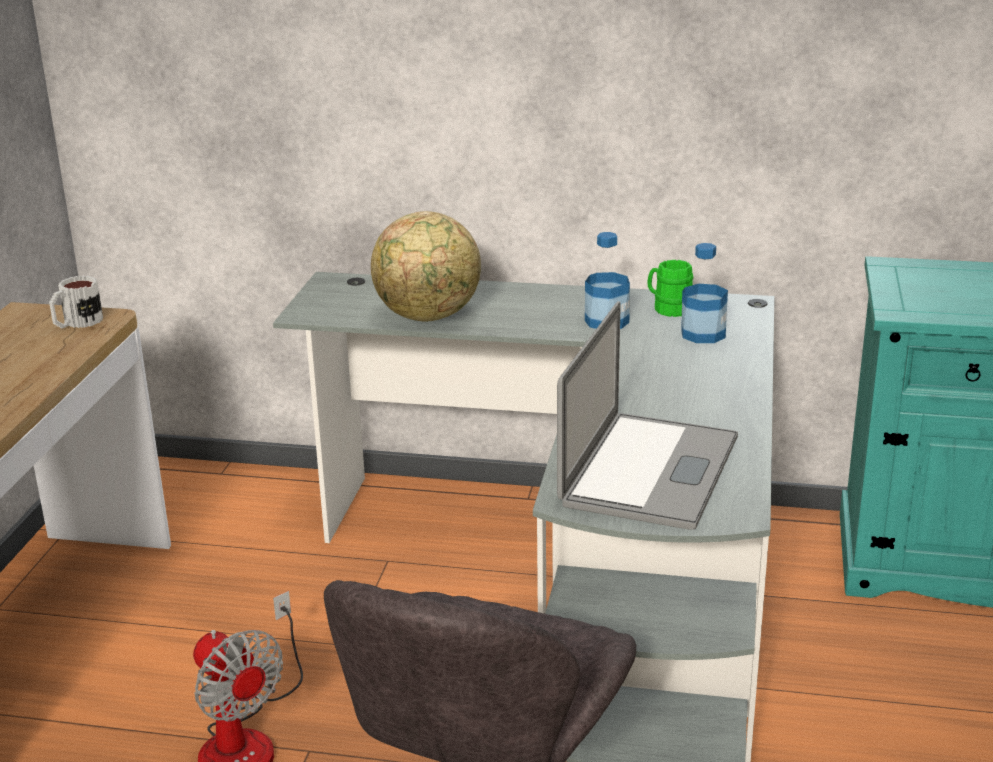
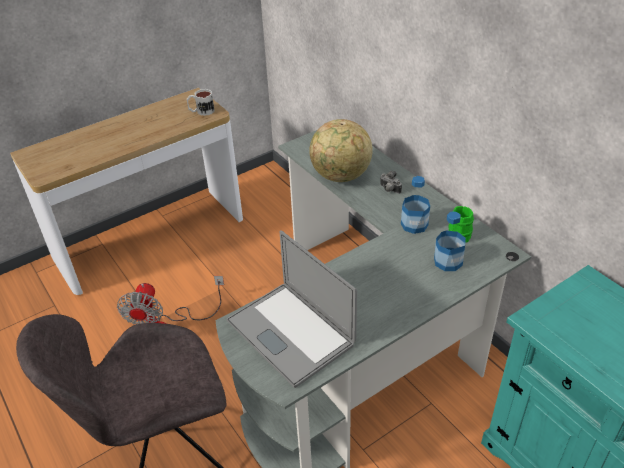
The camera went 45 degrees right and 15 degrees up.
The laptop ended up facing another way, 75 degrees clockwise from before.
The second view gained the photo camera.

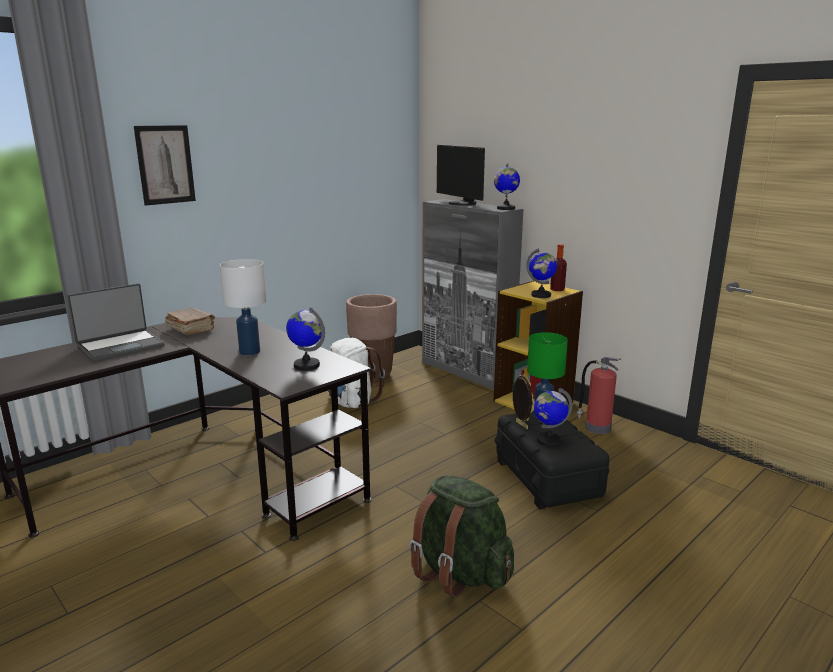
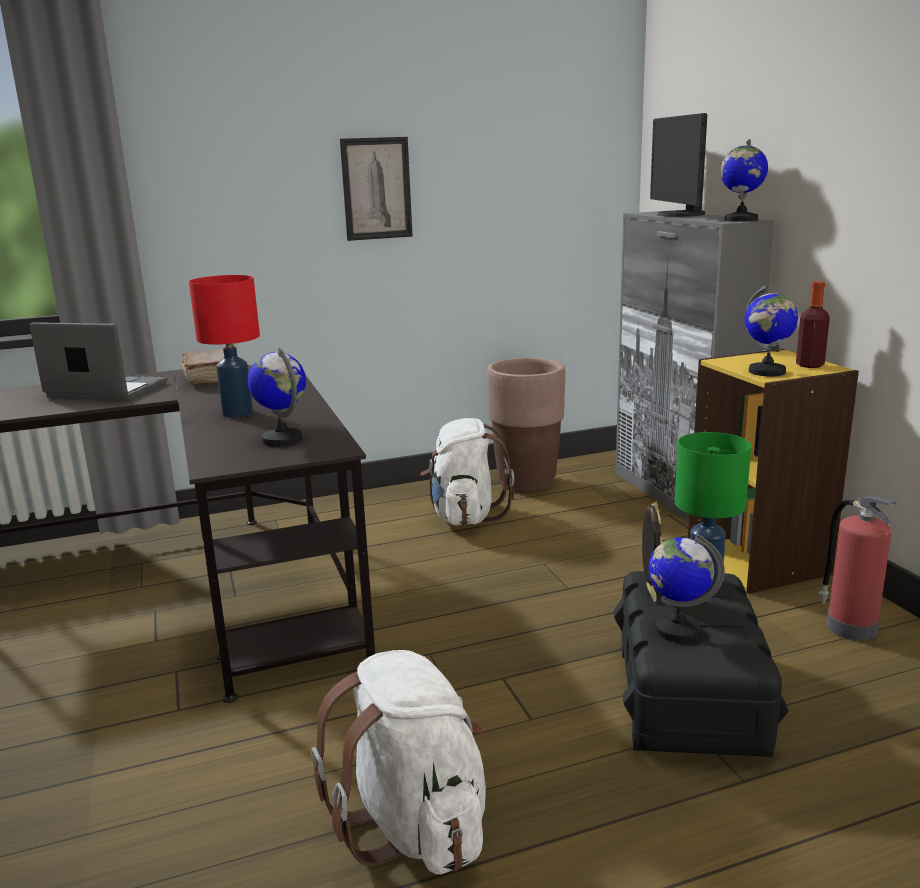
The camera went 25 degrees right and 0 degrees up.
The picture ended up elsewhere.
What was the white table lamp turned into the red table lamp.
The laptop ended up facing another way, 150 degrees counterclockwise from before.
What was the green backpack turned into the white backpack (no. 1 from left).

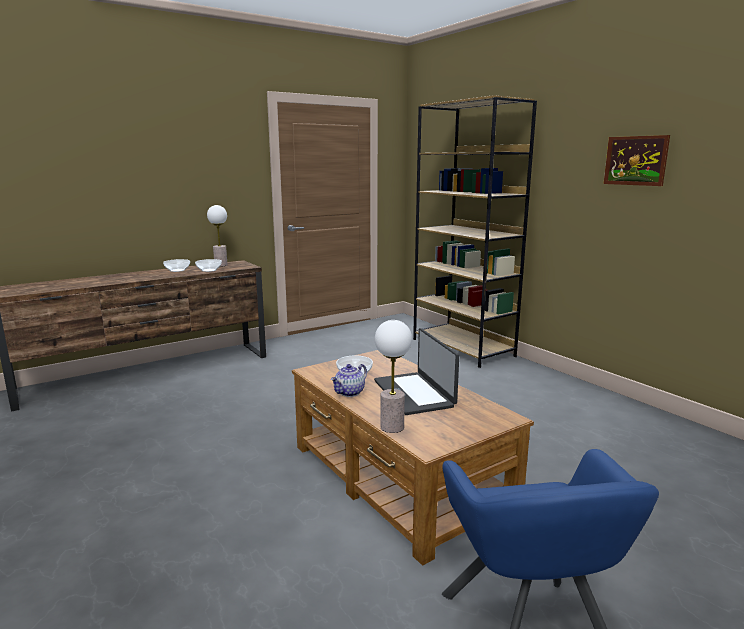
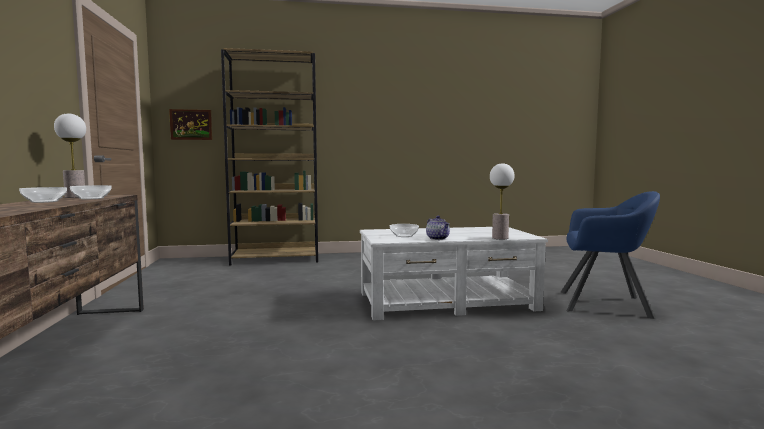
The camera went 65 degrees left and 10 degrees down.
The picture ended up elsewhere.
The second view lost the laptop.
What was the brown coffee table turned into the white coffee table.

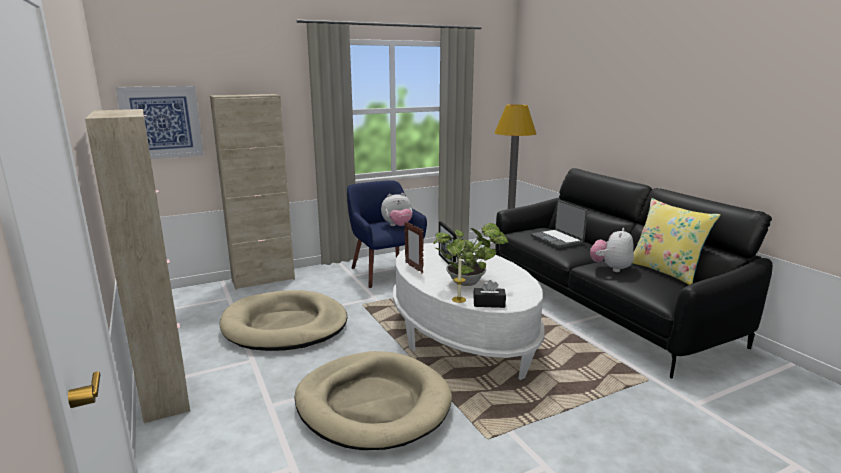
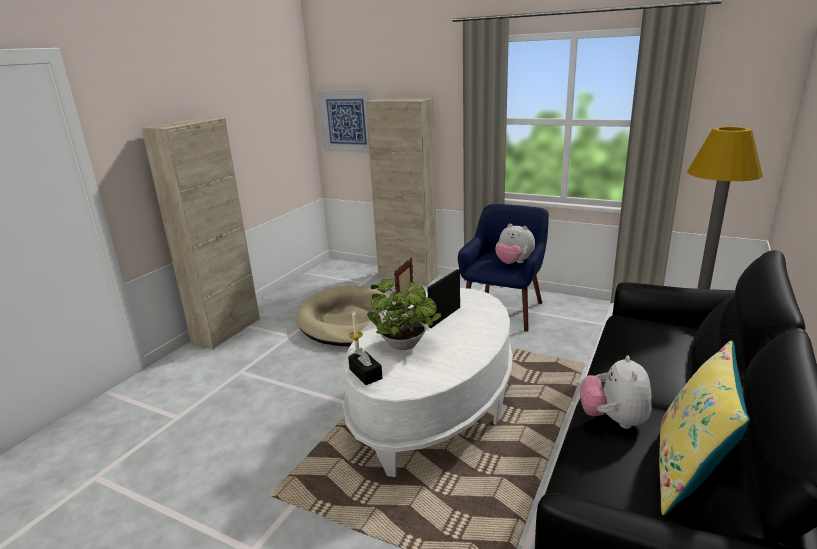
The camera went 55 degrees right and 5 degrees up.
The second view lost the laptop.
The plush toy (no. 2 from left) ended up facing another way, 75 degrees counterclockwise from before.
The second view lost the beige dog bed (no. 2 from left).

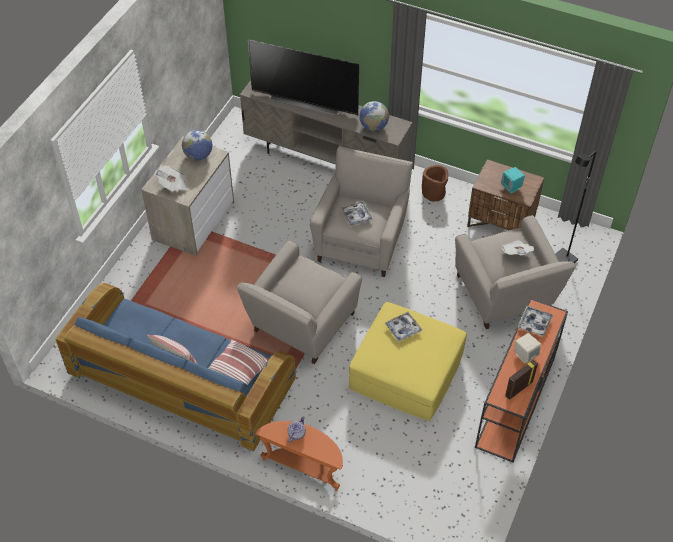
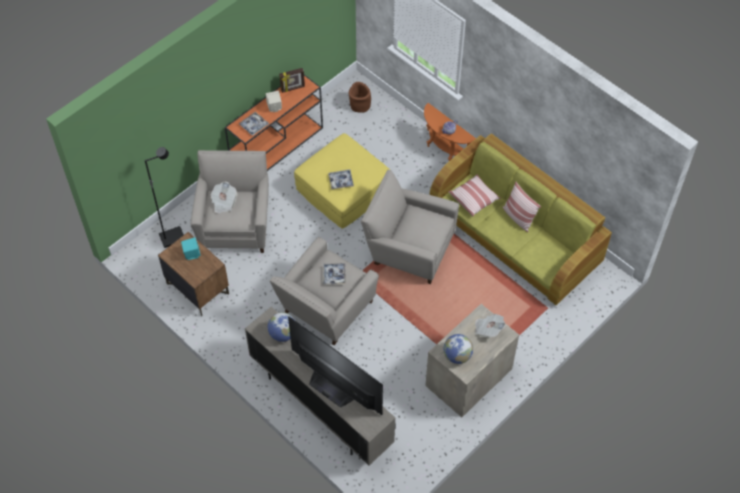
The camera went 160 degrees left and 5 degrees up.
The brown planter ended up elsewhere.
The beige armchair (no. 1 from left in the first image) ended up facing another way, 120 degrees counterclockwise from before.
What was the blue sofa turned into the green sofa.

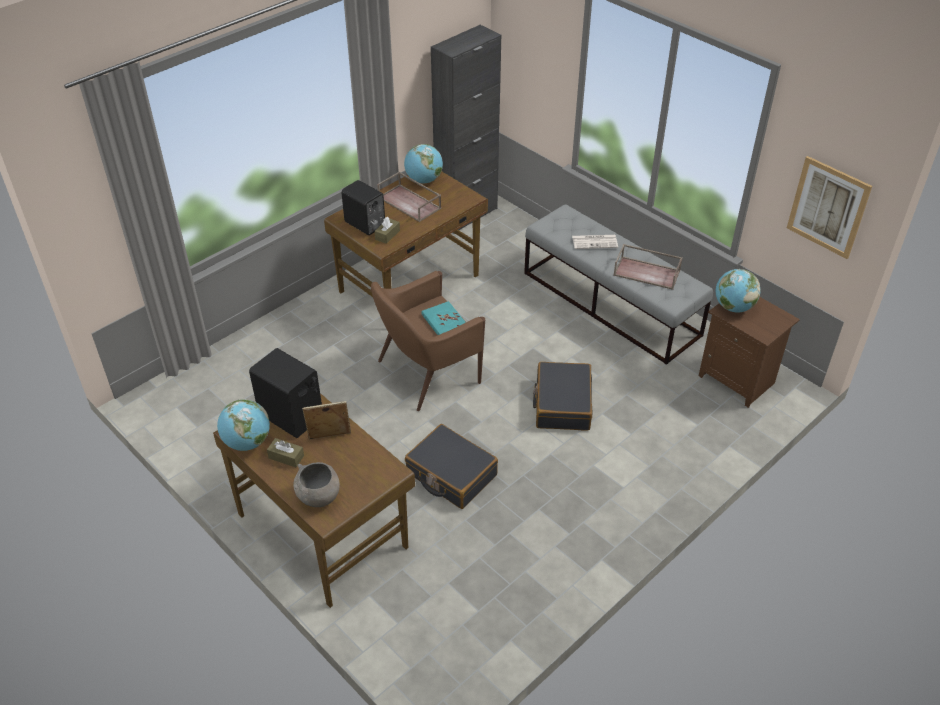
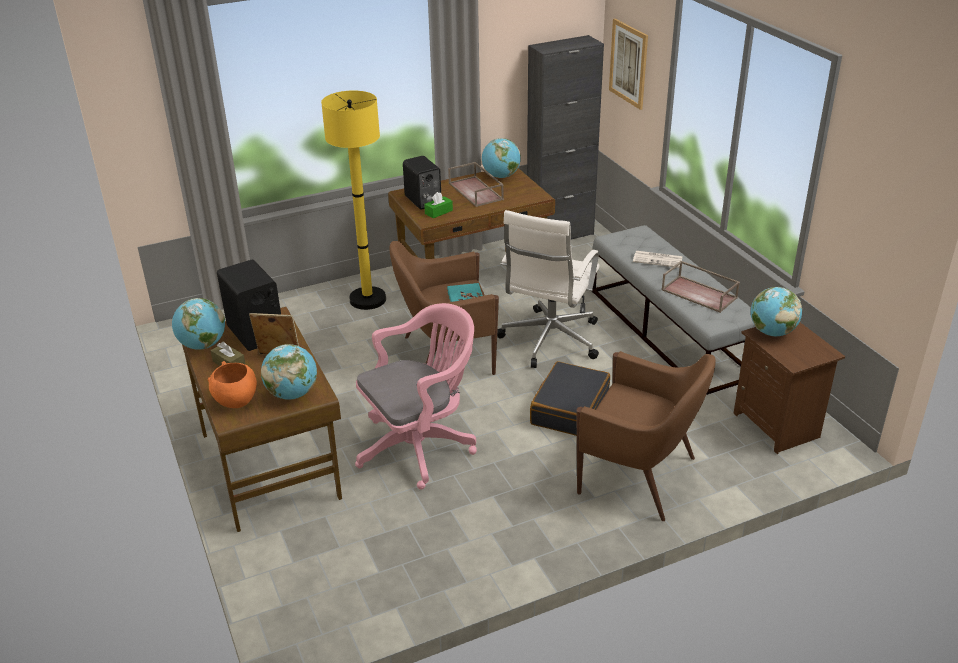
The camera went 20 degrees right and 10 degrees down.
The picture ended up elsewhere.
What was the brown tissue box (no. 2 from left) turned into the green tissue box.
Where the black suitcase (no. 1 from left) stood, the pink office chair came to stand.
What was the grey bowl turned into the orange bowl.
The second view gained the yellow floor lamp.
The second view gained the white office chair.
The second view gained the globe (no. 2 from left).
The second view gained the brown armchair (no. 2 from left).

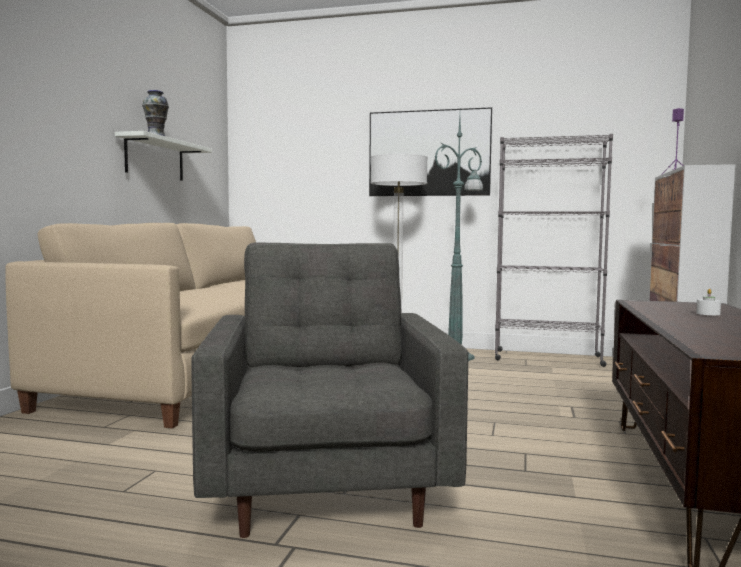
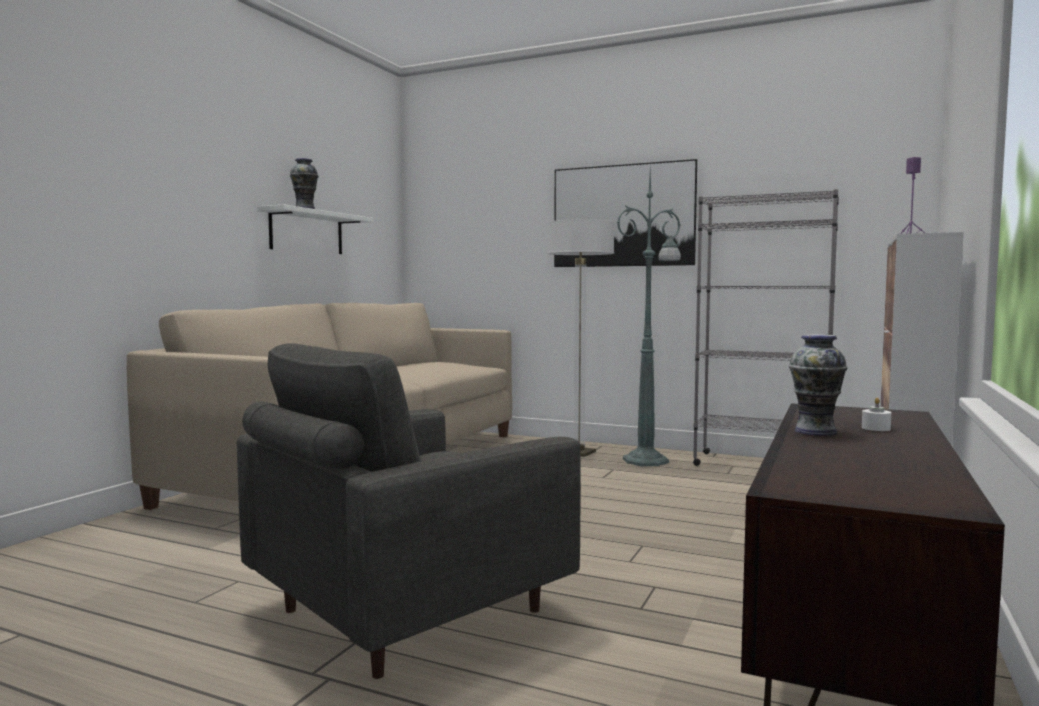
The camera went 10 degrees right and 0 degrees up.
The grey armchair ended up facing another way, 135 degrees counterclockwise from before.
The second view gained the vase (no. 2 from left).

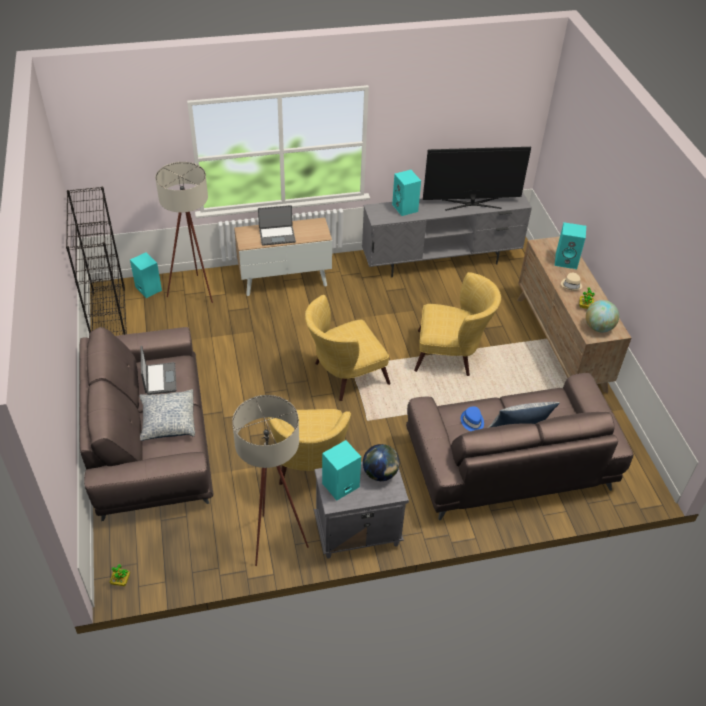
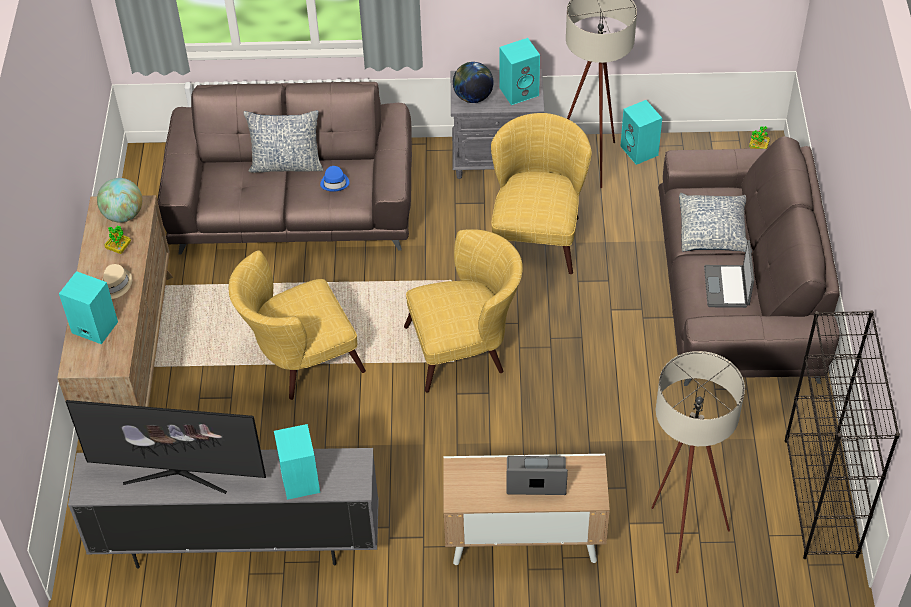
The camera went 165 degrees left and 5 degrees up.
The turquoise speaker (no. 1 from left in the first image) ended up elsewhere.
The yellow armchair (no. 3 from left in the first image) ended up facing another way, 45 degrees counterclockwise from before.

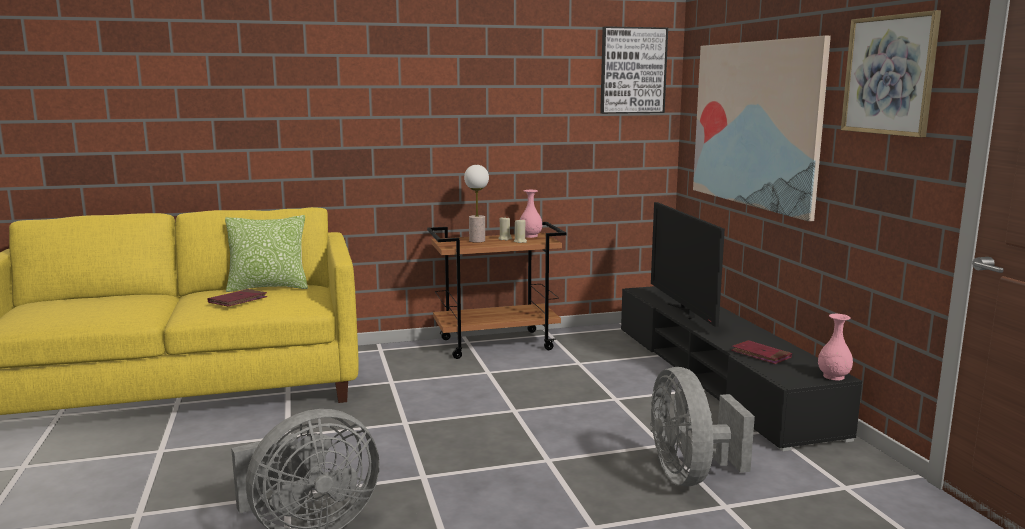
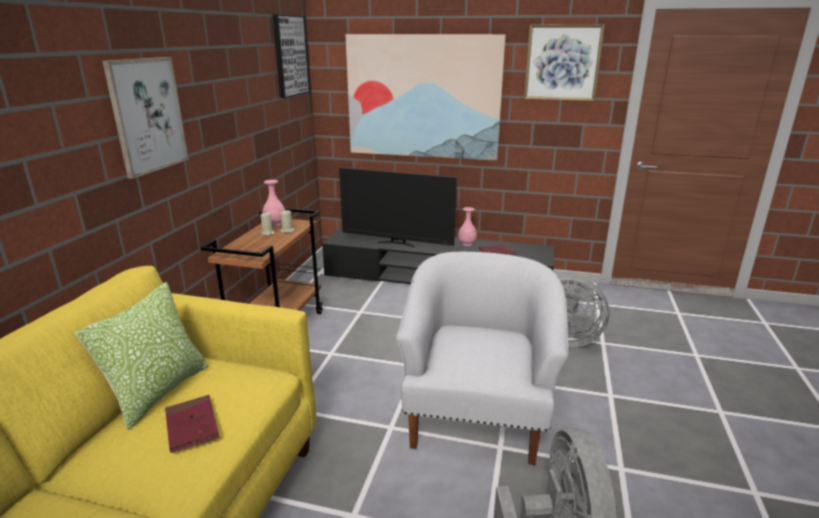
The camera went 60 degrees left and 10 degrees up.
The second view lost the table lamp.
The pink vase (no. 2 from left) ended up elsewhere.
The second view gained the picture (no. 1 from left).
The second view gained the white armchair.

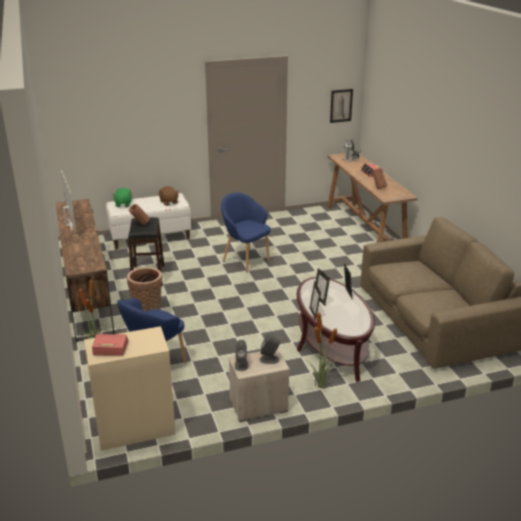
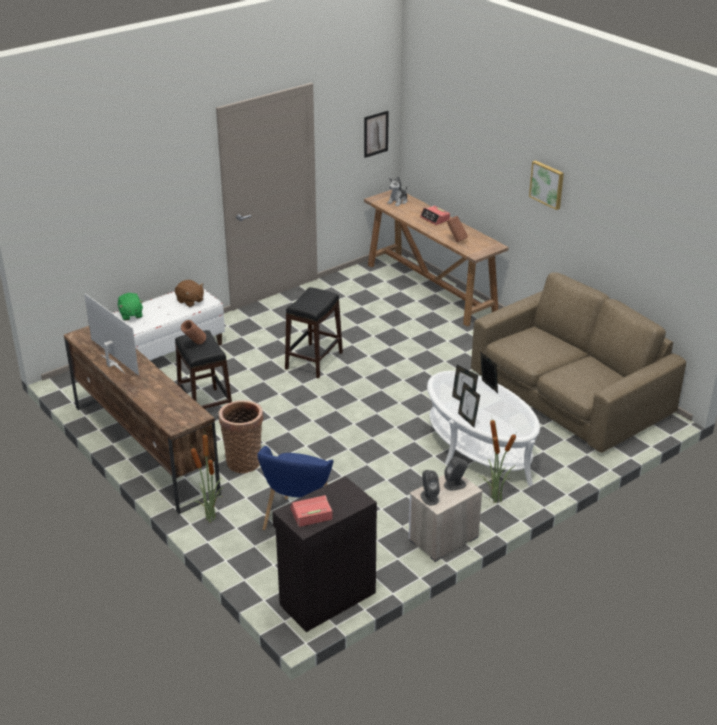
The camera went 20 degrees left and 5 degrees up.
Where the blue armchair (no. 2 from left) stood, the black stool (no. 2 from left) came to stand.
What was the brown coffee table turned into the white coffee table.
What was the beige cabinet turned into the black cabinet.
The second view gained the picture (no. 2 from left).

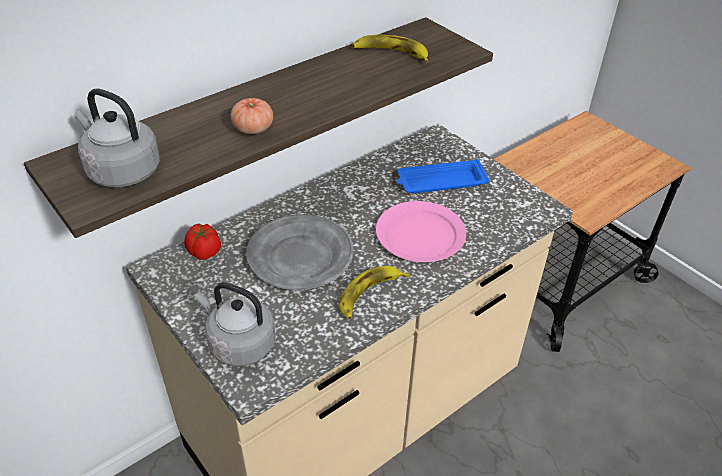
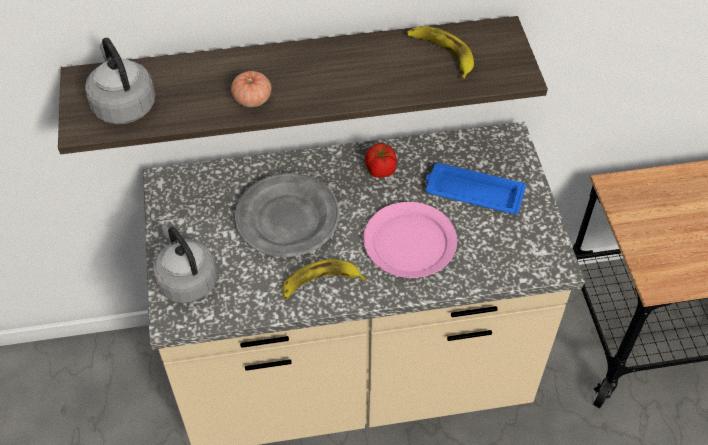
The camera went 30 degrees right and 10 degrees up.
The tomato (no. 1 from left in the first image) ended up elsewhere.

